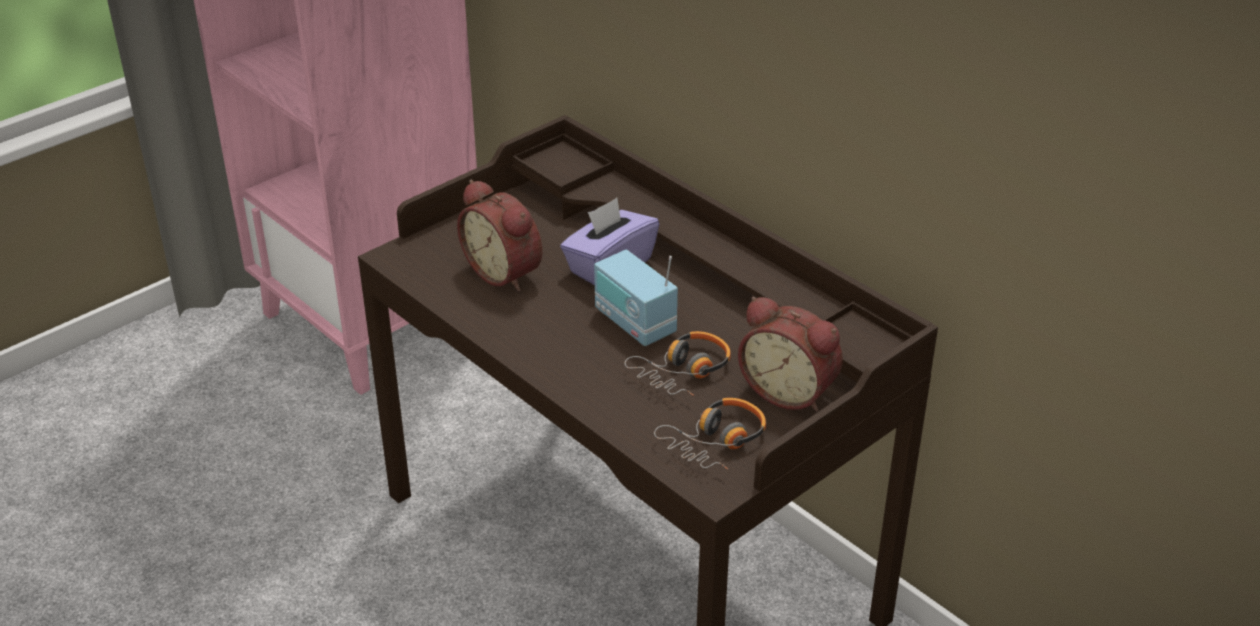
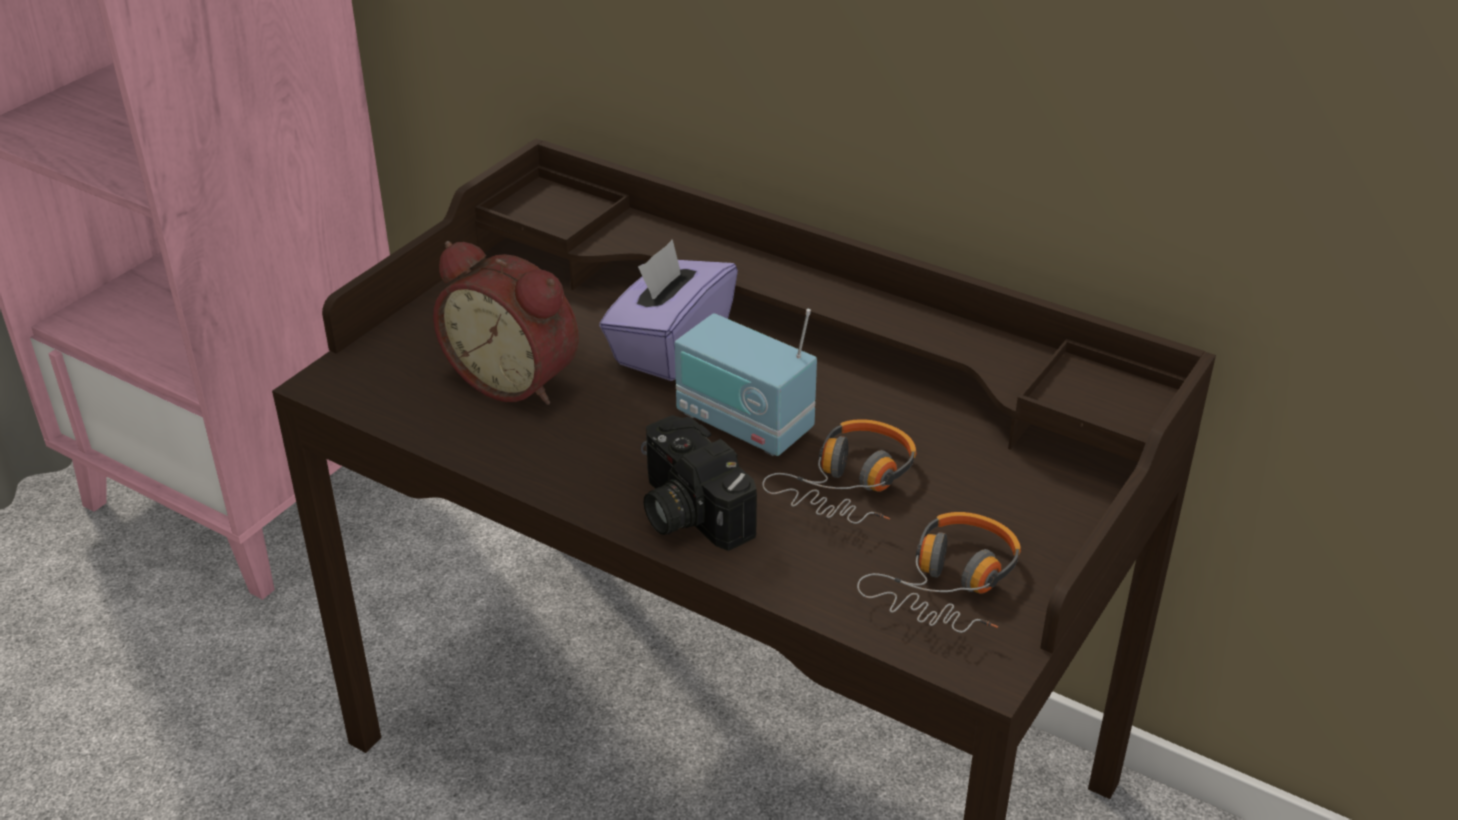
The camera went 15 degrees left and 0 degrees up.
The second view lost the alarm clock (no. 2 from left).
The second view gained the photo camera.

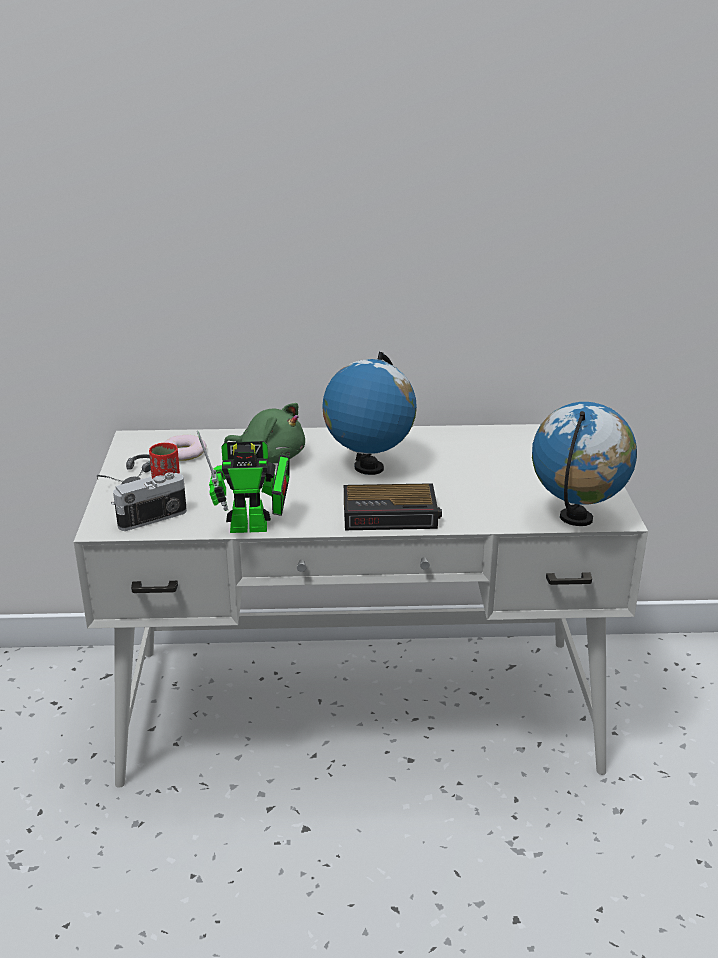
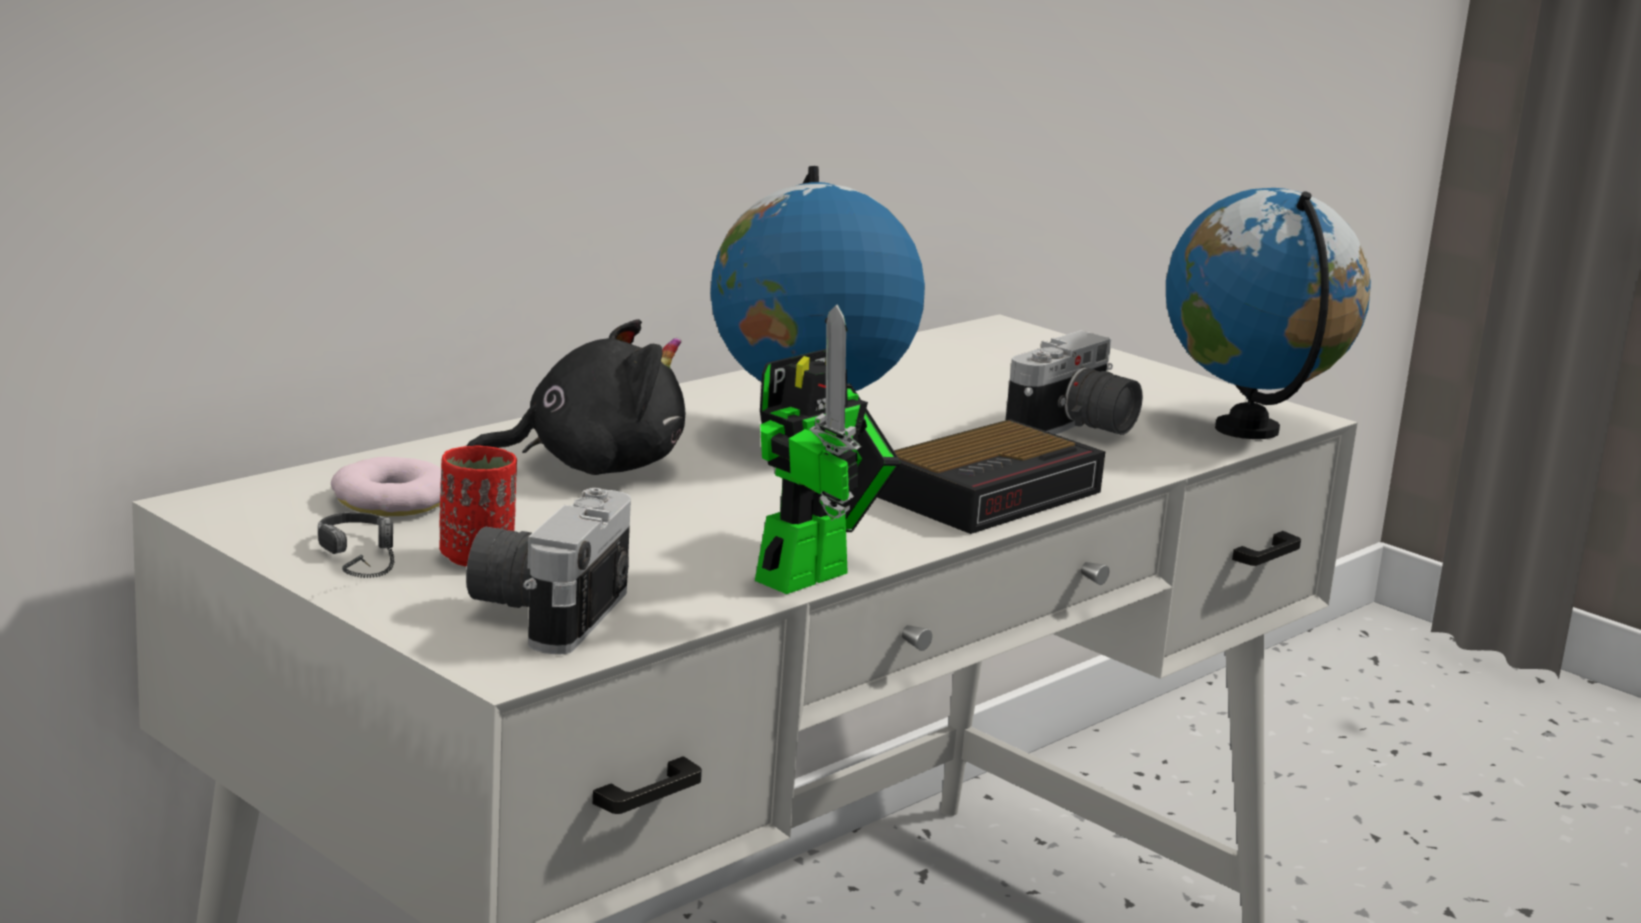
The camera went 45 degrees left and 10 degrees down.
What was the green plush toy turned into the black plush toy.
The second view gained the photo camera (no. 2 from left).

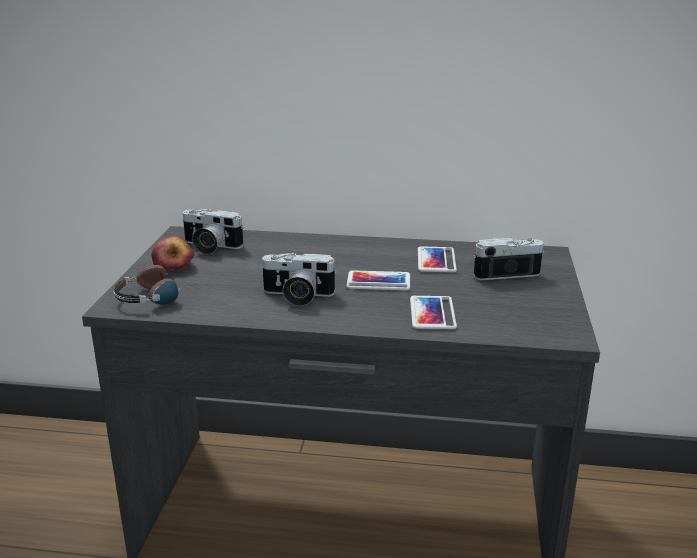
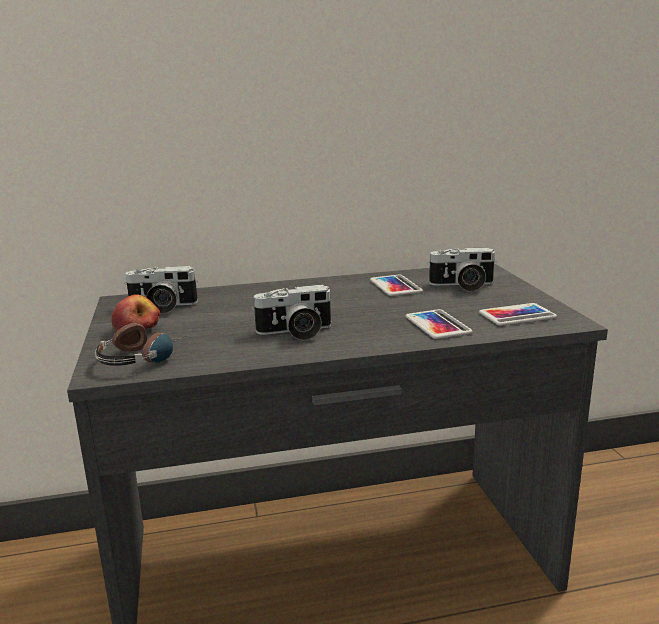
The camera went 20 degrees left and 5 degrees down.
The photo camera (no. 3 from left) ended up facing another way, 150 degrees counterclockwise from before.
The phone (no. 1 from left in the first image) ended up elsewhere.

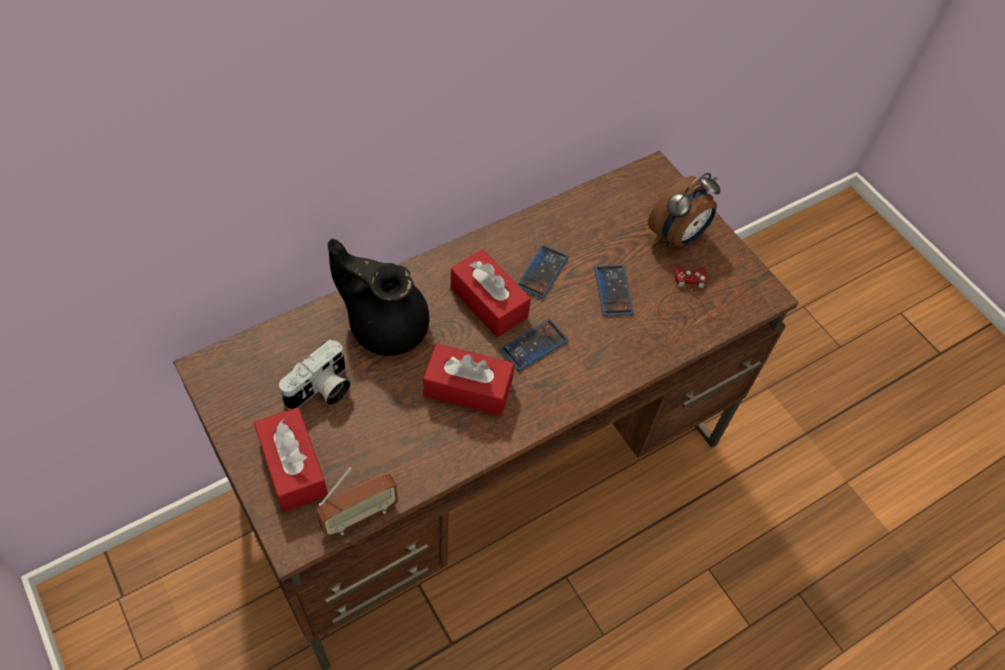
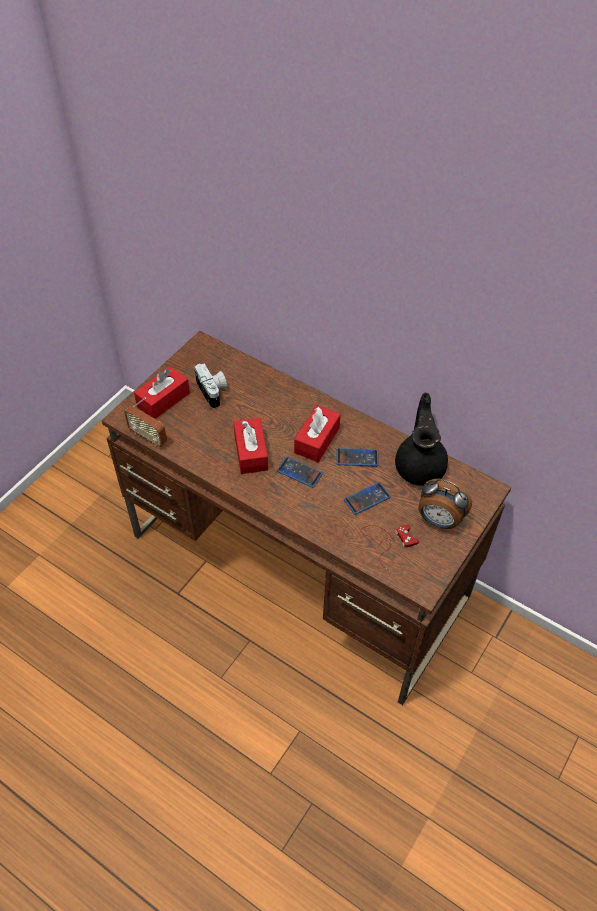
The camera went 70 degrees right and 5 degrees down.
The black teapot ended up elsewhere.
The photo camera ended up facing another way, 135 degrees counterclockwise from before.

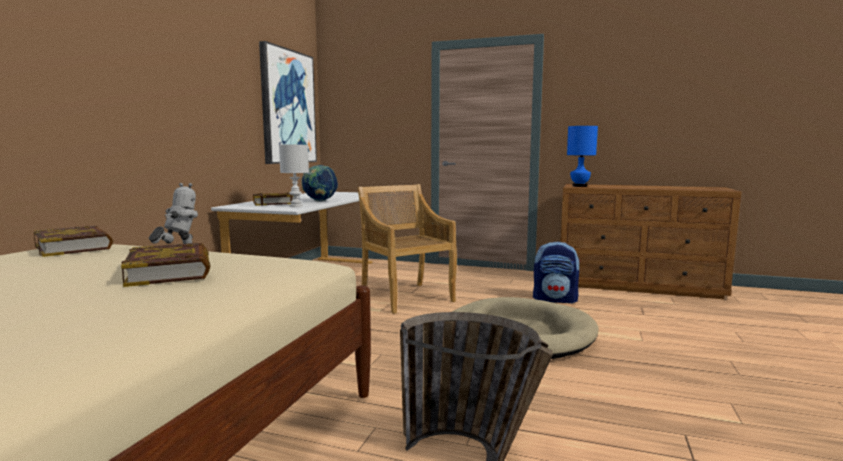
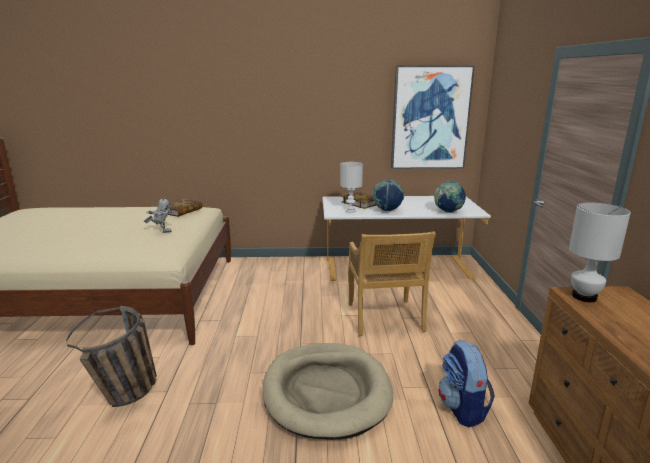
The camera went 70 degrees right and 10 degrees up.
What was the blue table lamp turned into the white table lamp (no. 2 from left).
The beige chair ended up facing another way, 135 degrees clockwise from before.
The second view lost the book (no. 2 from left).
The second view gained the globe (no. 2 from left).

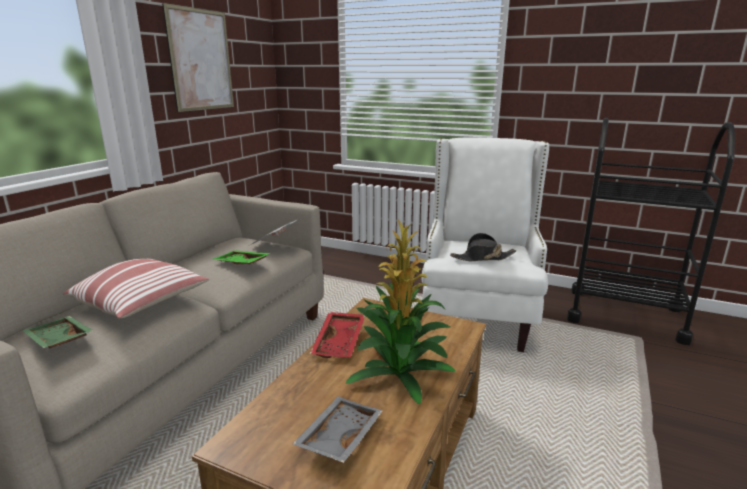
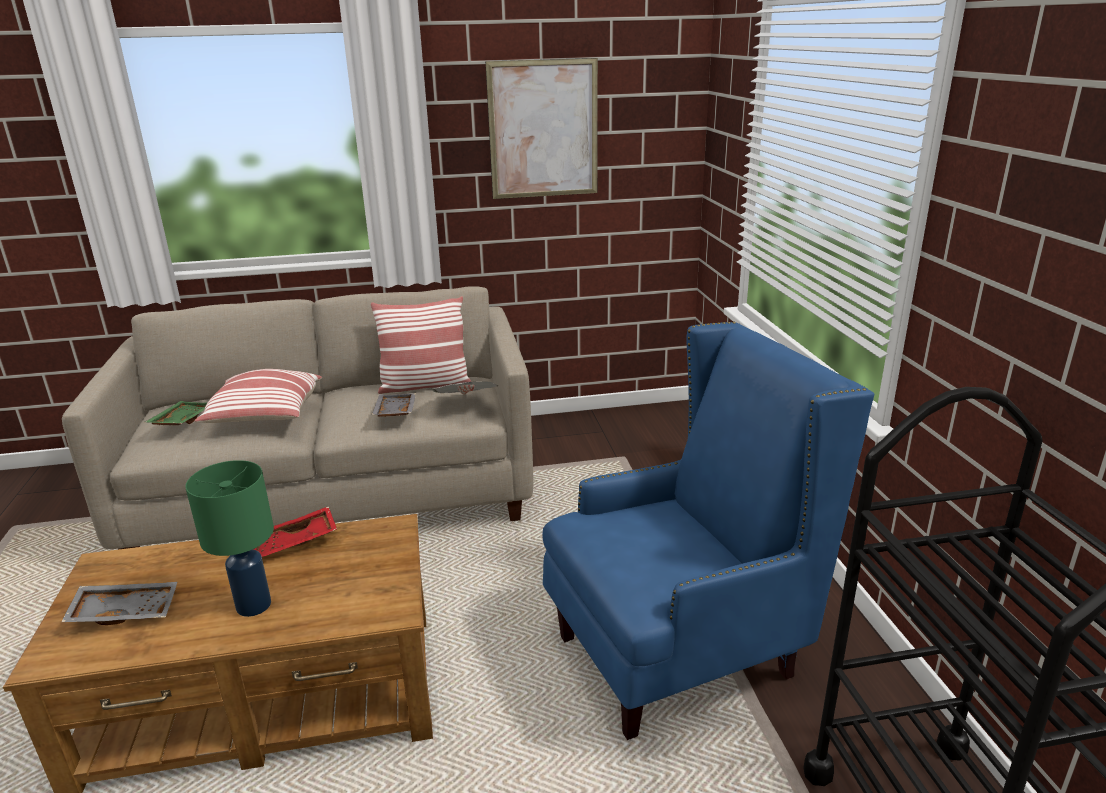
The camera went 55 degrees right and 5 degrees up.
What was the white armchair turned into the blue armchair.
Where the potted plant stood, the green table lamp came to stand.
The second view lost the black hat.
What was the green tray (no. 2 from left) turned into the grey tray (no. 2 from left).
The second view gained the pillow (no. 2 from left).

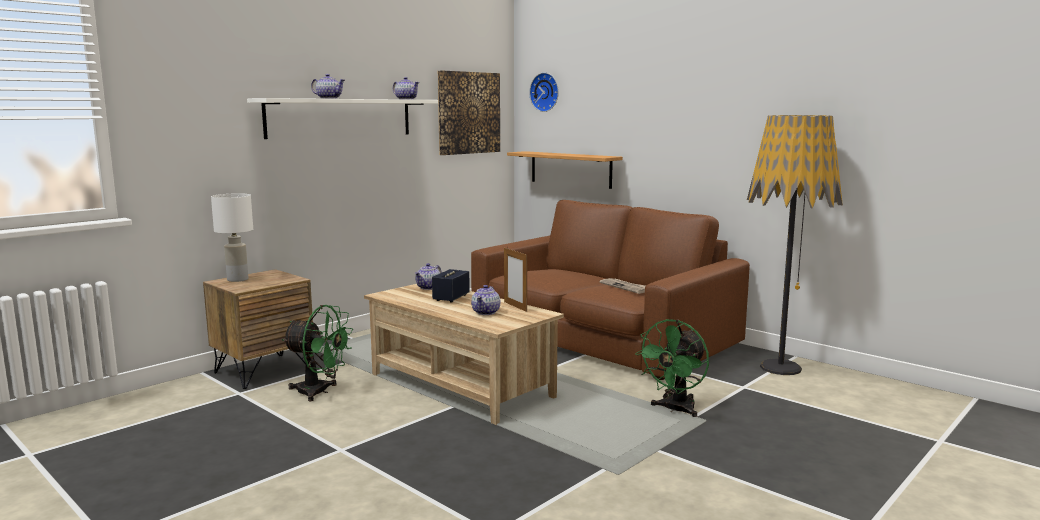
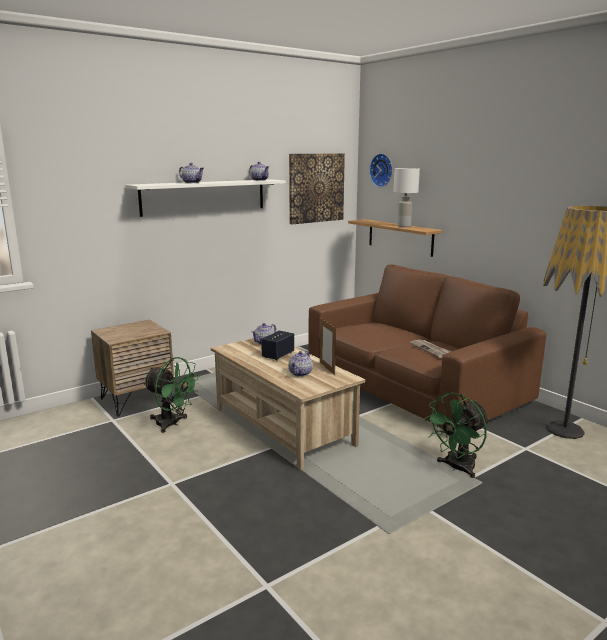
The camera went 10 degrees right and 5 degrees up.
The white table lamp ended up elsewhere.

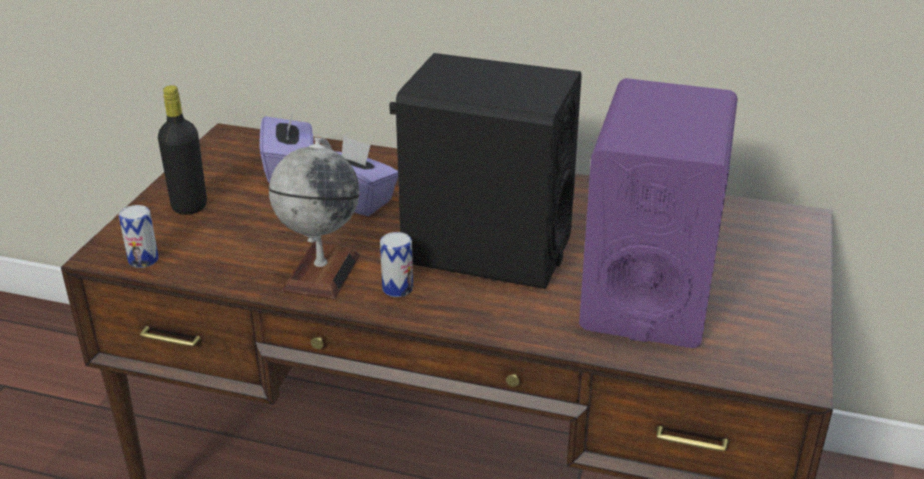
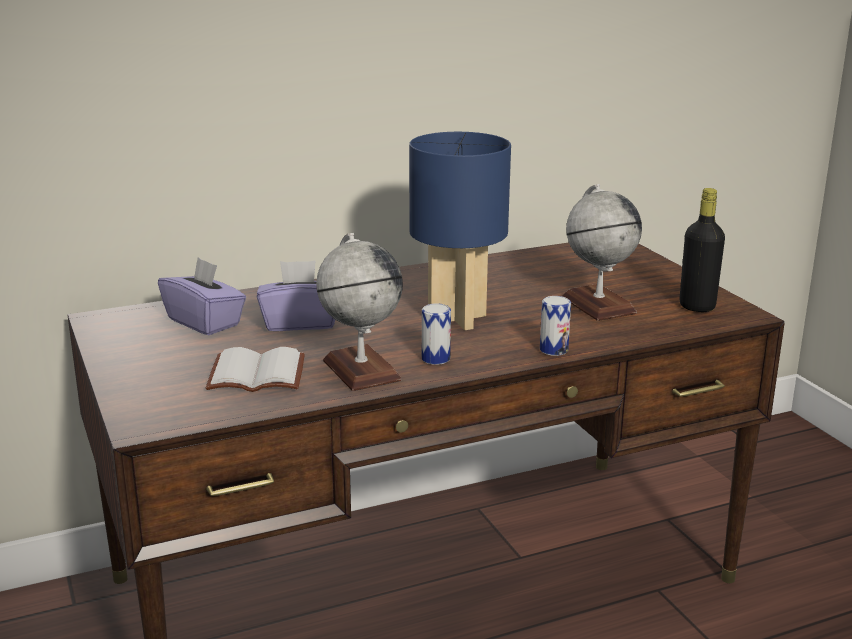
The camera went 40 degrees left and 10 degrees down.
Where the black speaker stood, the blue table lamp came to stand.
Where the purple speaker stood, the globe (no. 2 from left) came to stand.
The black bottle ended up elsewhere.
The can (no. 1 from left in the first image) ended up elsewhere.
The second view gained the white book.

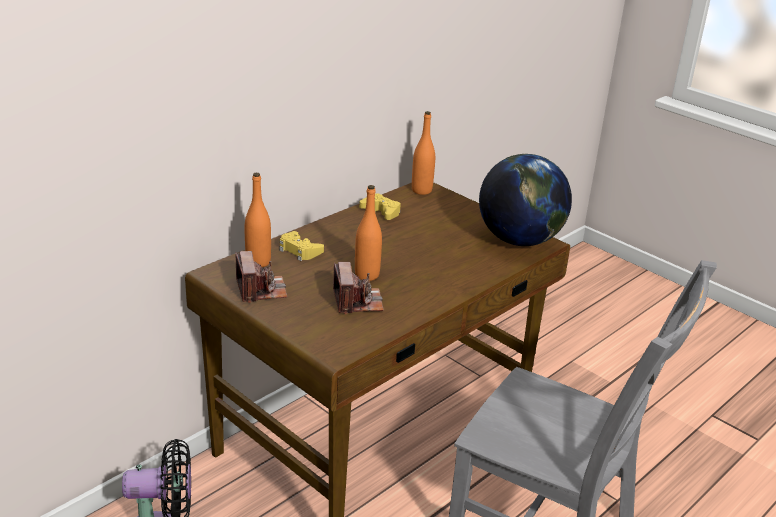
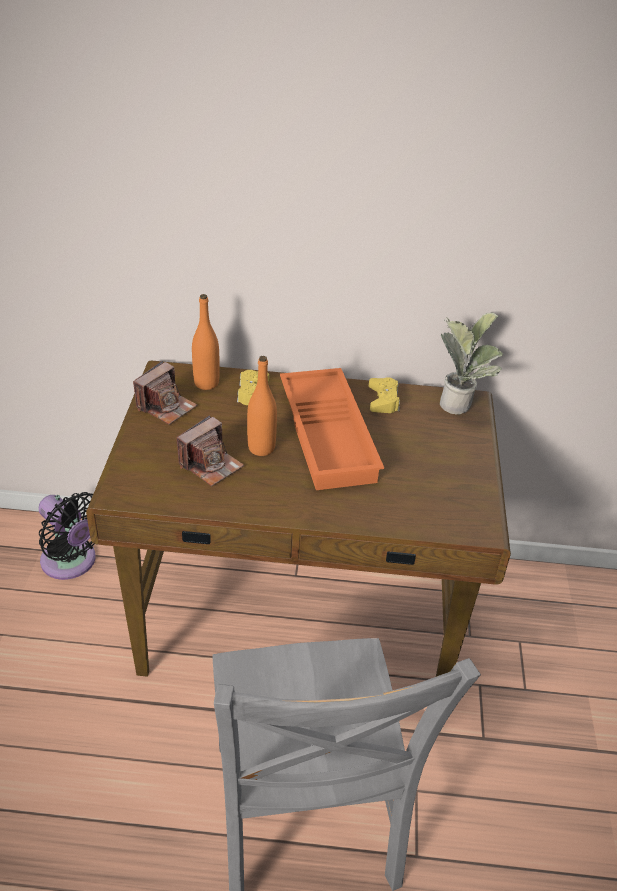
The camera went 50 degrees right and 10 degrees up.
Where the orange bottle (no. 3 from left) stood, the potted plant came to stand.
The second view lost the globe.
The second view gained the orange tray.

